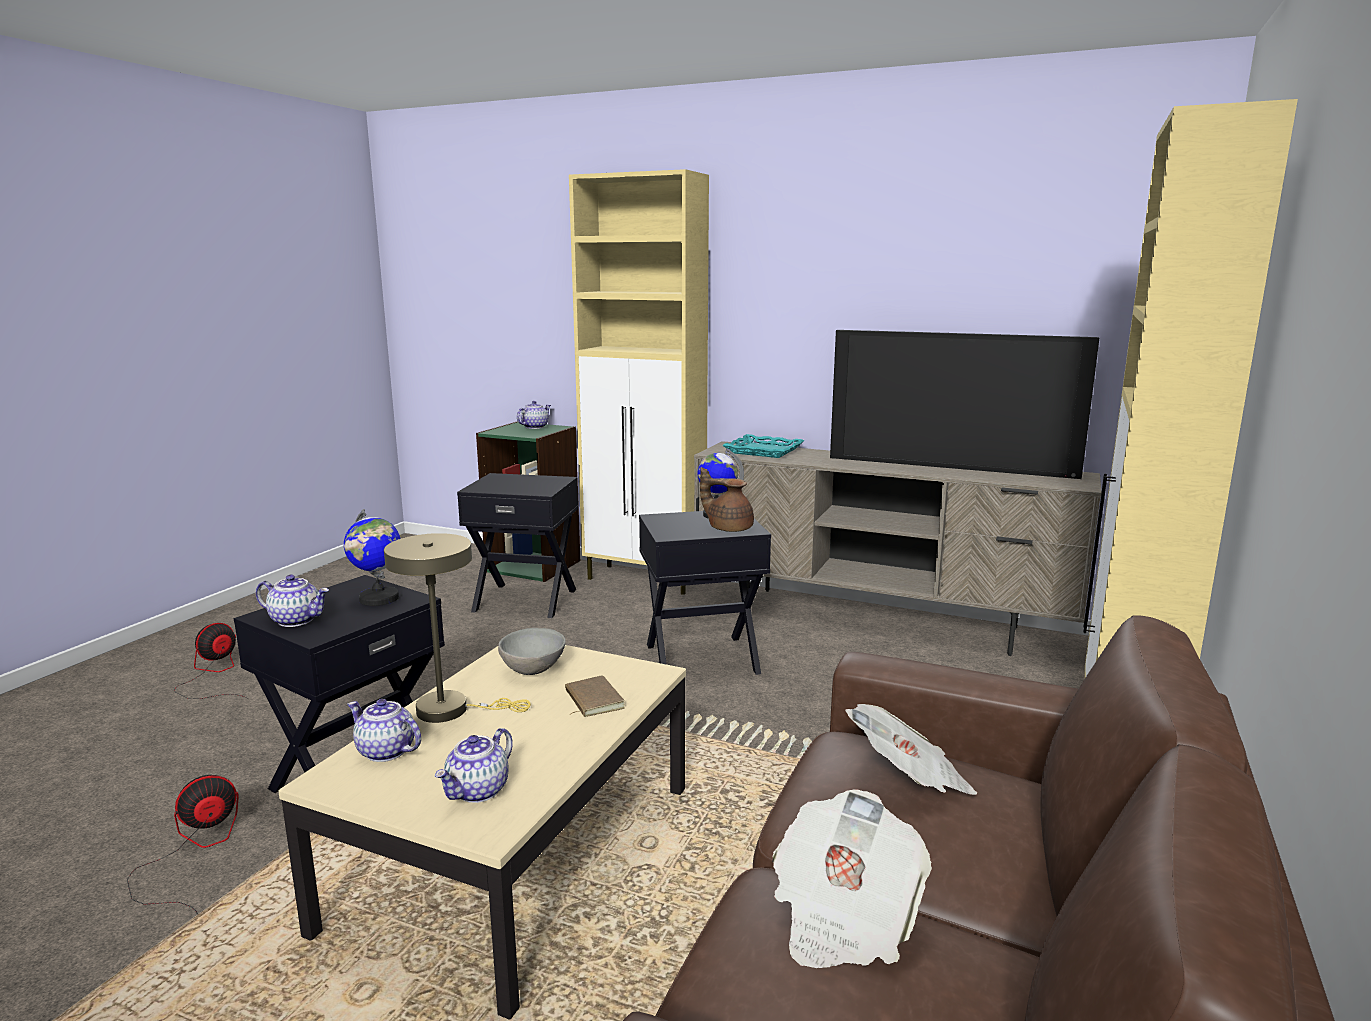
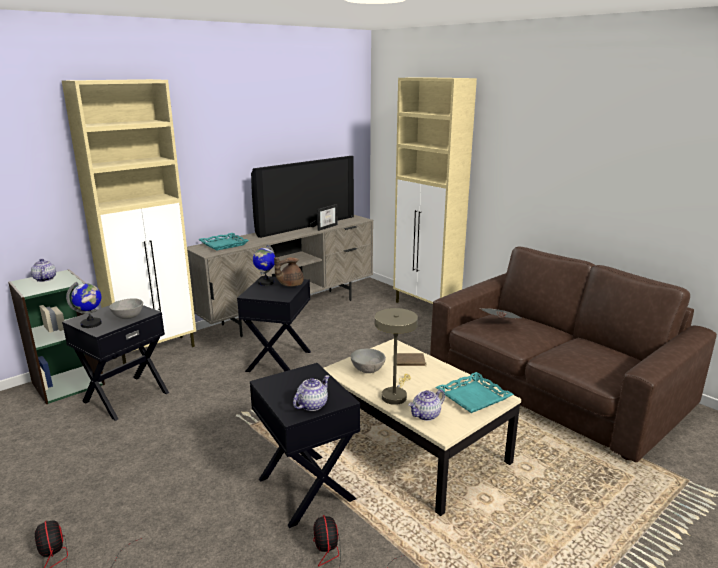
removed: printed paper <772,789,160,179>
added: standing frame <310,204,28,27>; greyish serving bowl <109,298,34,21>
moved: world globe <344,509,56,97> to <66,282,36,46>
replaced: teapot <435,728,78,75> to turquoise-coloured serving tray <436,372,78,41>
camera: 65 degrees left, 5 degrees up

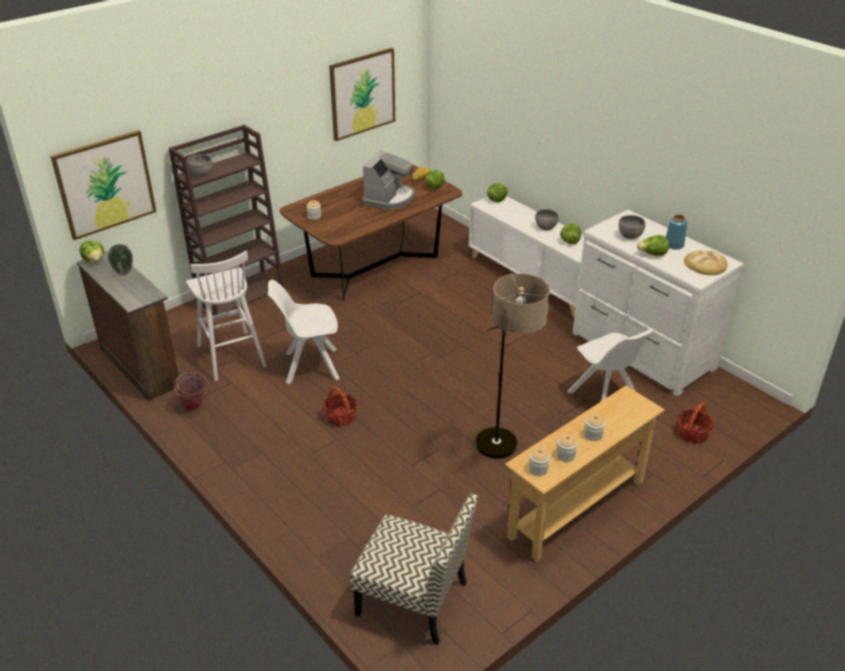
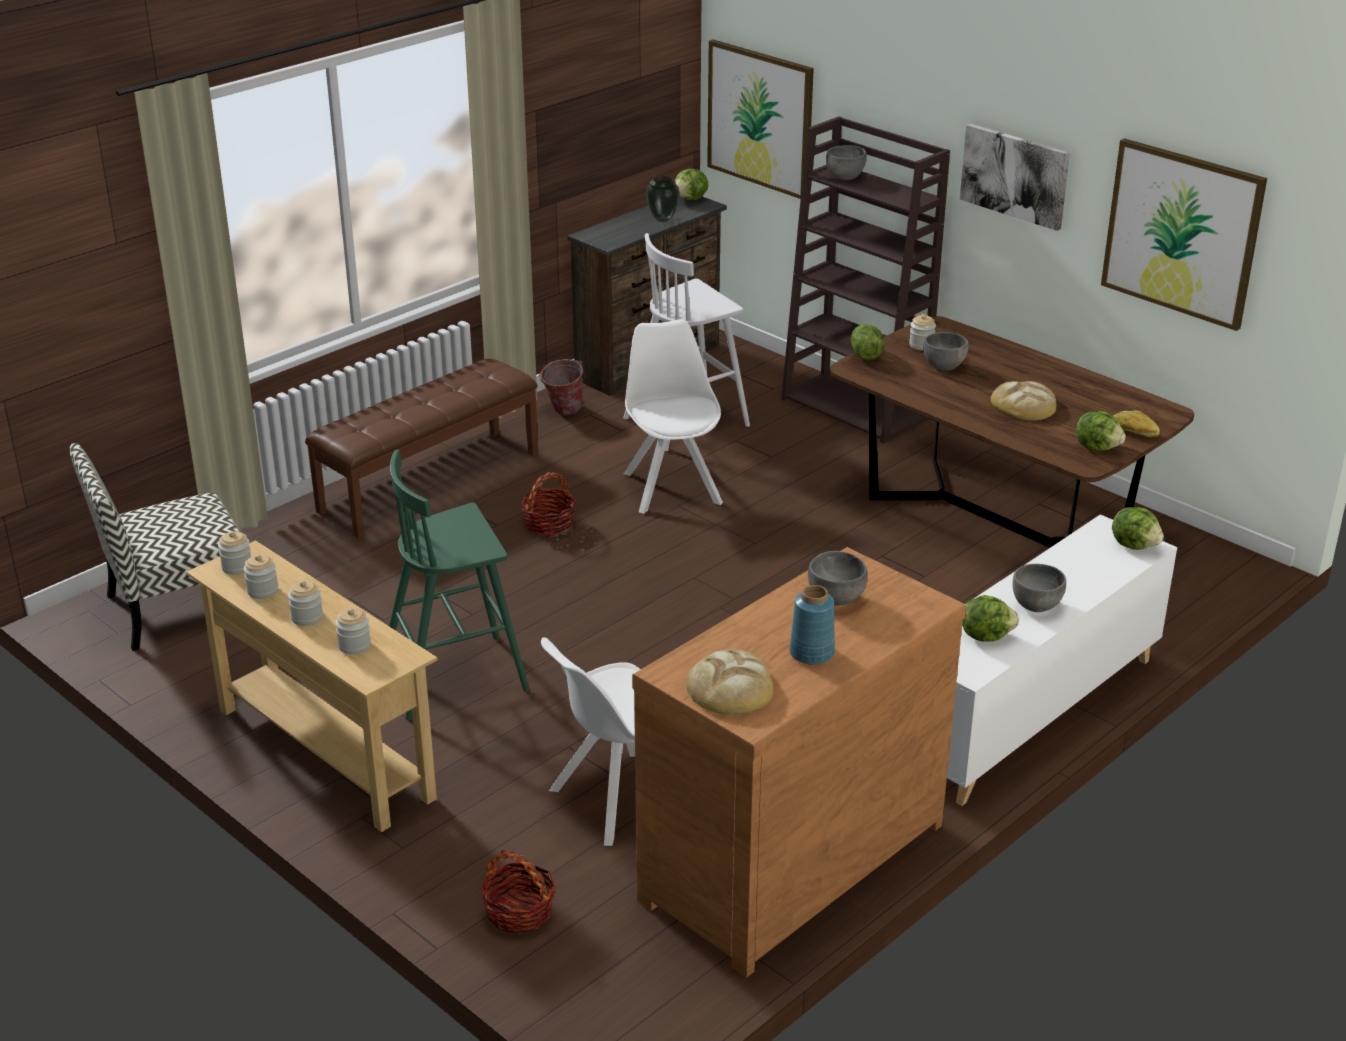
added: picture <960,124,110,107>; greyish serving bowl <923,332,46,39>; brown long seat <305,359,233,179>; storage jar <335,608,36,47>
moved: lettuce <637,235,32,21> to <851,324,34,36>
replaced: coffee brewer <362,150,53,59> to bread <991,381,65,39>; standing lamp <476,273,74,186> to greenish stool seat <389,450,140,271>
recoloured: white-coloured dresser <572,210,172,186> to brown dresser <632,547,334,431>
turned: upright chair <350,493,127,152> = <70,443,170,208> 45 degrees clockwise
camera: 85 degrees right, 5 degrees down

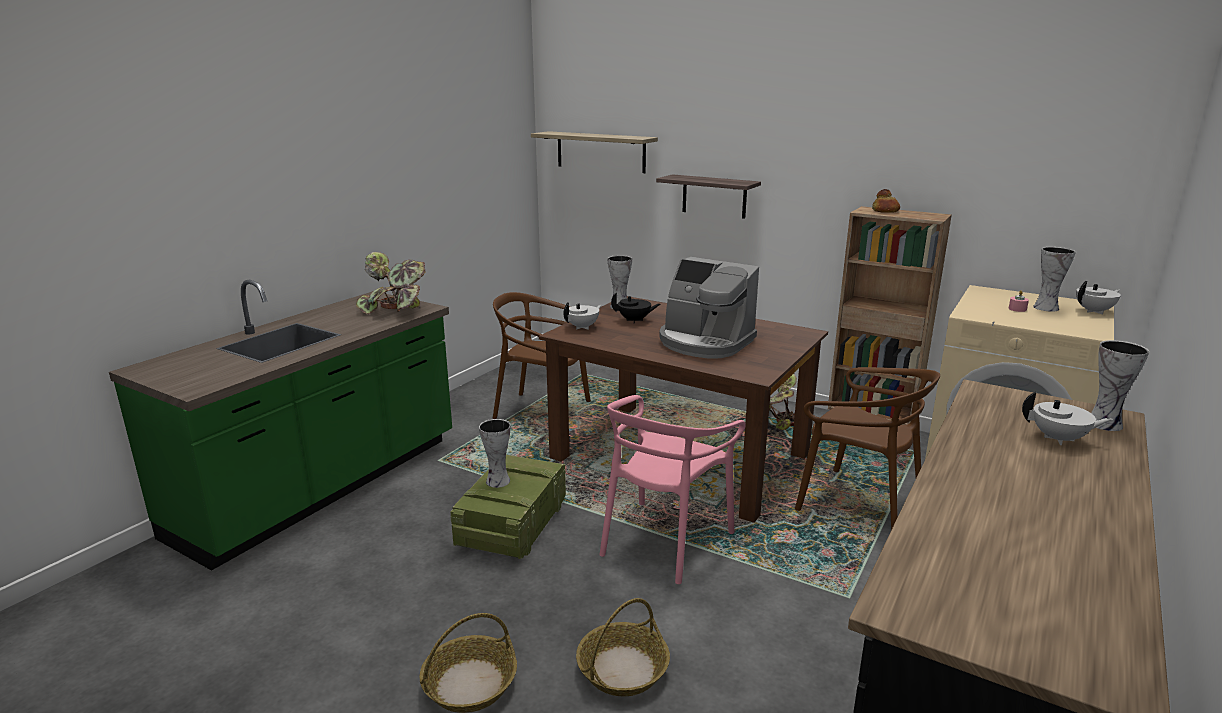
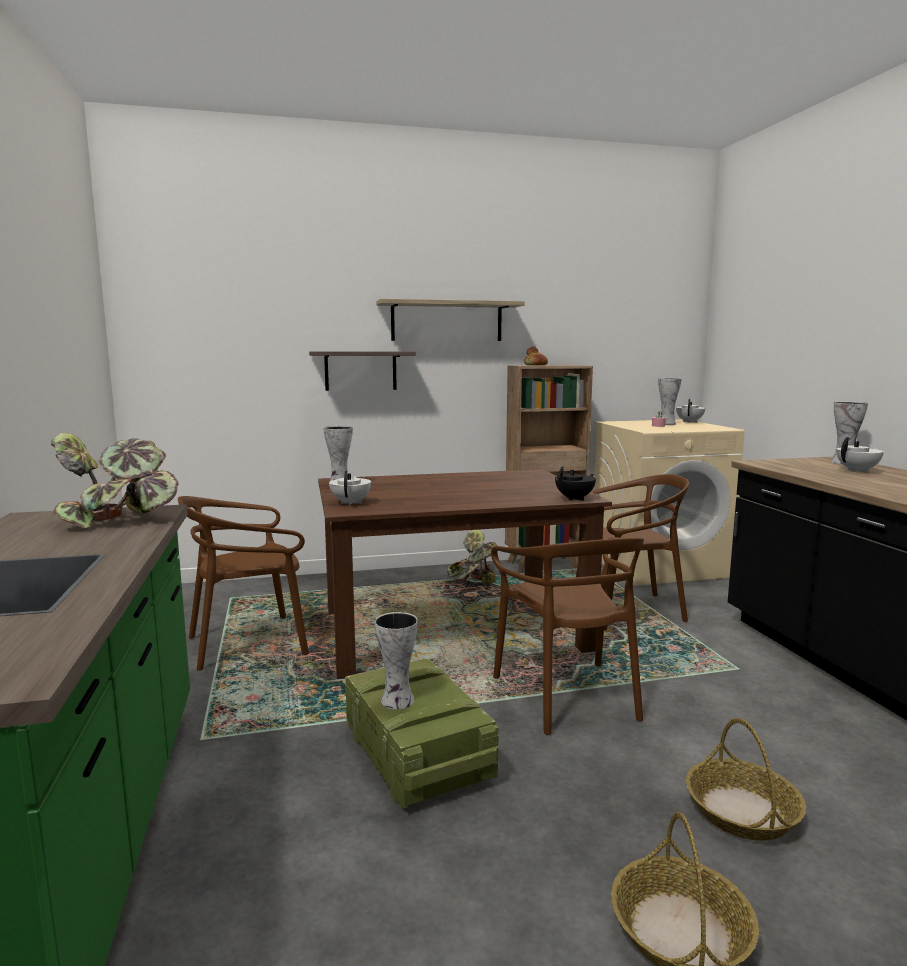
removed: coffee brewer <659,257,100,101>
moved: wall shelf <531,131,127,42> to <376,299,149,42>; black teapot <611,292,49,31> to <555,466,41,35>
recoloured: pinkish upright chair <600,395,146,189> to brown upright chair <491,537,153,198>
camera: 45 degrees left, 10 degrees down

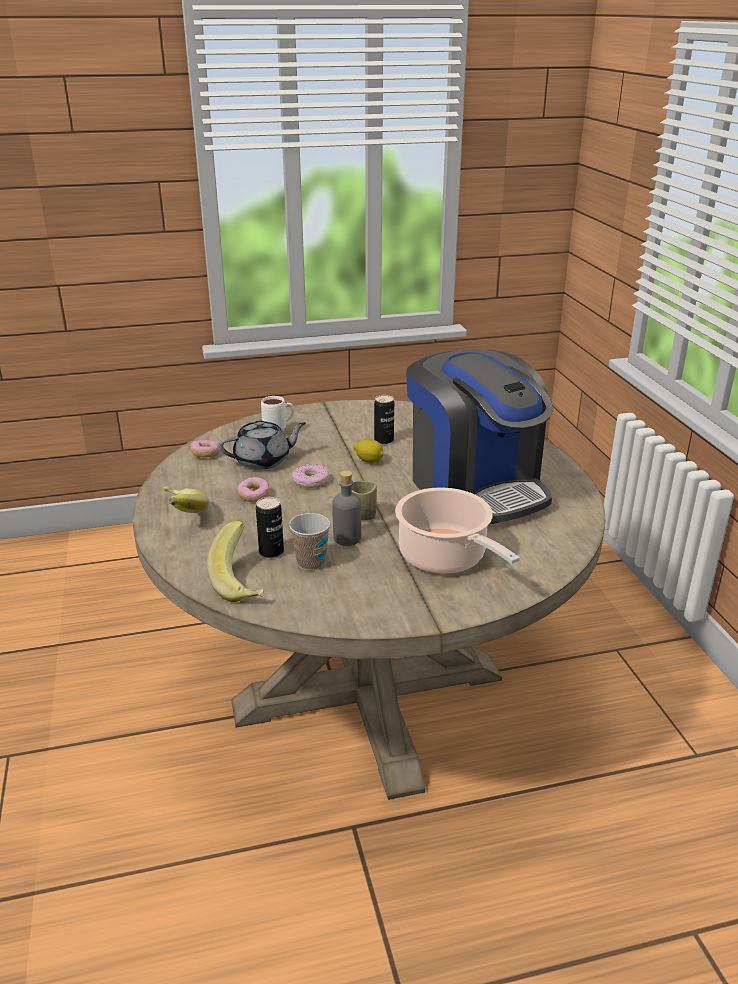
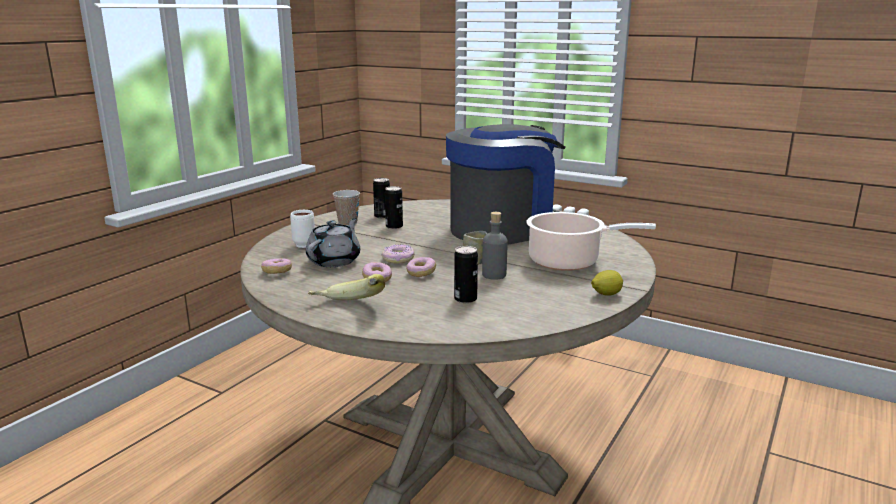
removed: banana <207,520,57,82>
added: sealed can <373,178,17,41>; doughnut <406,257,30,20>
moved: lemon <354,439,30,24> to <591,270,32,26>; drinking cup <289,513,41,57> to <333,190,27,36>
turned: coffee brewer <406,349,148,175> = <446,124,119,120> 45 degrees counterclockwise
camera: 45 degrees left, 10 degrees down

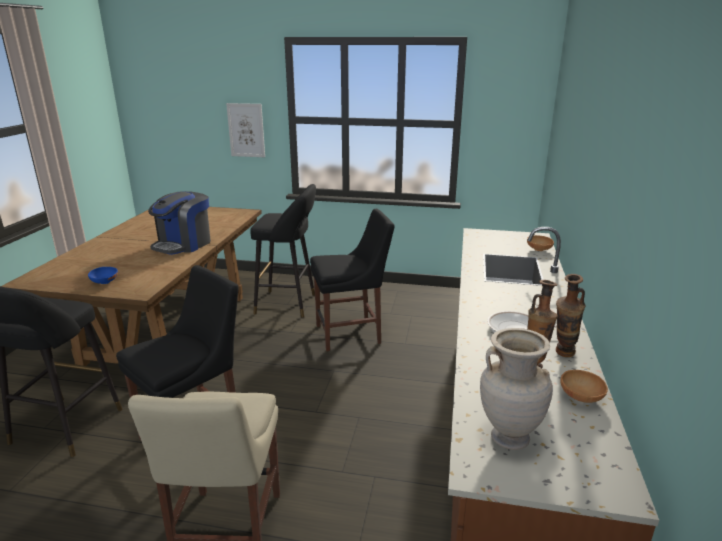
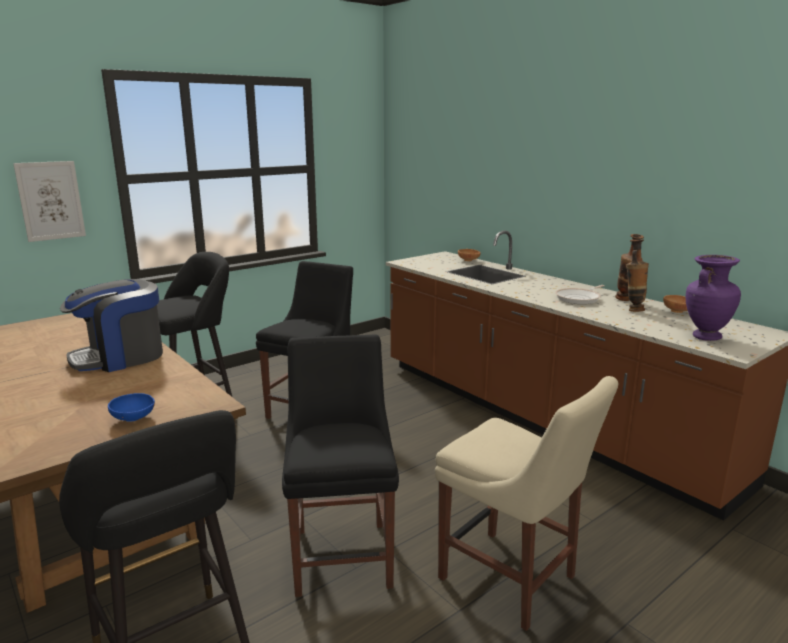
recoloured: sand-coloured decorative vase <480,328,73,122> to purplish decorative vase <686,255,55,86>
turned: coffee brewer <148,191,63,64> = <60,279,103,93> 75 degrees clockwise
camera: 50 degrees left, 5 degrees down

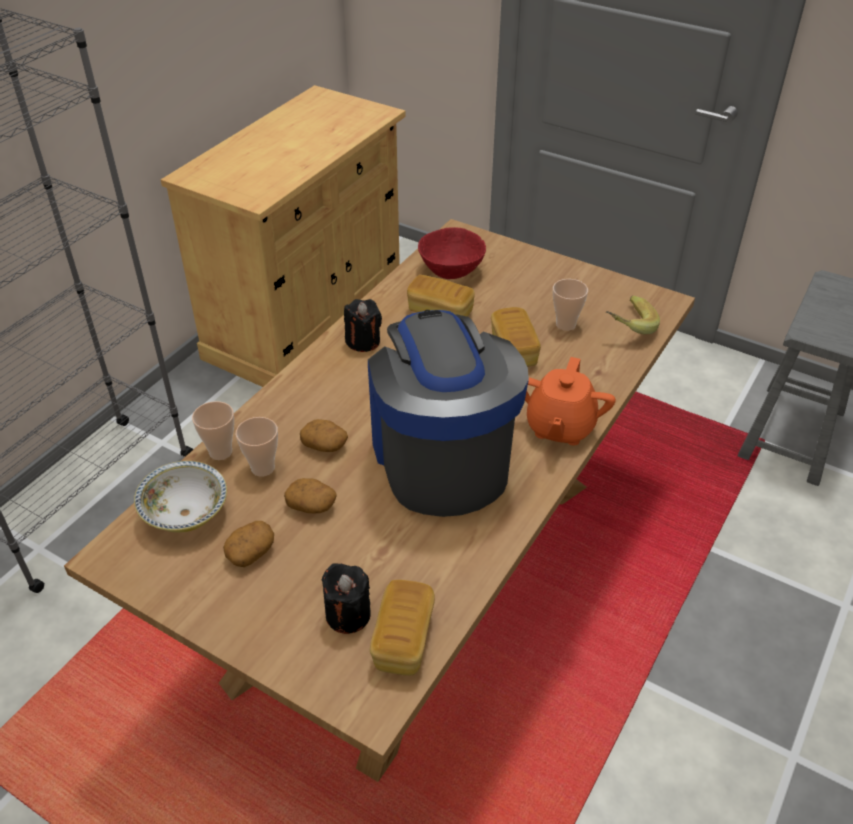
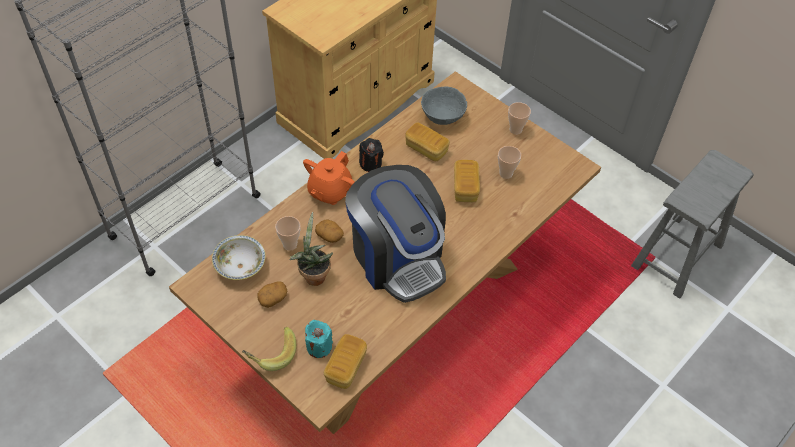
moved: banana <606,295,54,39> to <242,327,54,44>; orangey teapot <525,357,91,89> to <303,151,52,54>; drinking cup <192,401,42,59> to <508,102,23,33>
replaced: spud <284,478,52,35> to potted plant <289,212,44,74>
recoloured: reddish serving bowl <418,227,68,52> to greyish serving bowl <421,86,46,39>; black wax candle <321,563,50,71> to turquoise-coloured wax candle <305,320,28,38>
turned: coffee brewer <368,310,161,207> = <345,165,101,138> 150 degrees clockwise
camera: 10 degrees right, 10 degrees up

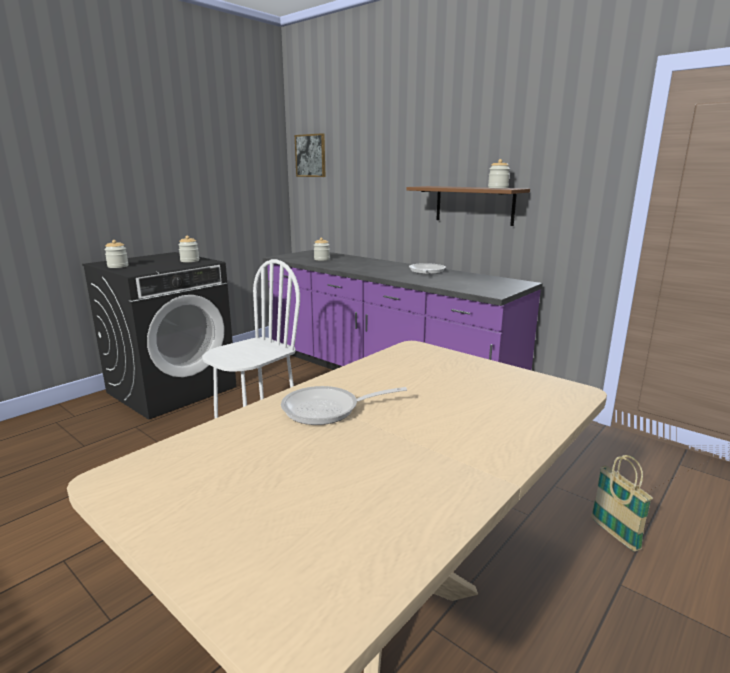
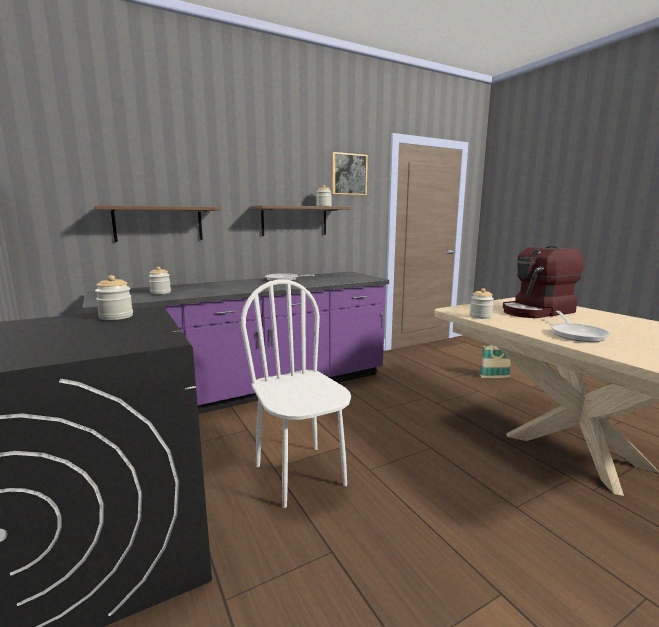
added: brown wall shelf <95,205,126,37>; coffee brewer <503,246,81,72>
moved: picture <295,133,31,44> to <333,152,35,43>; storage jar <104,240,24,28> to <470,288,24,31>
camera: 70 degrees left, 5 degrees down

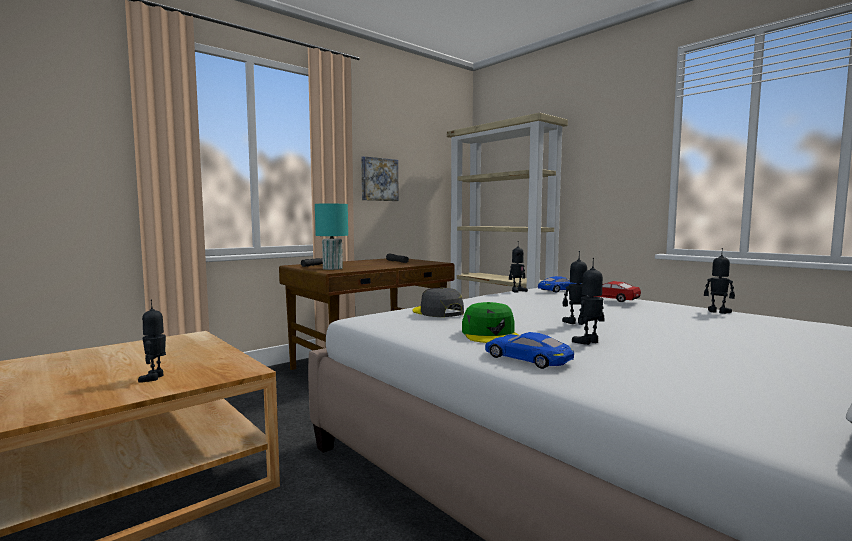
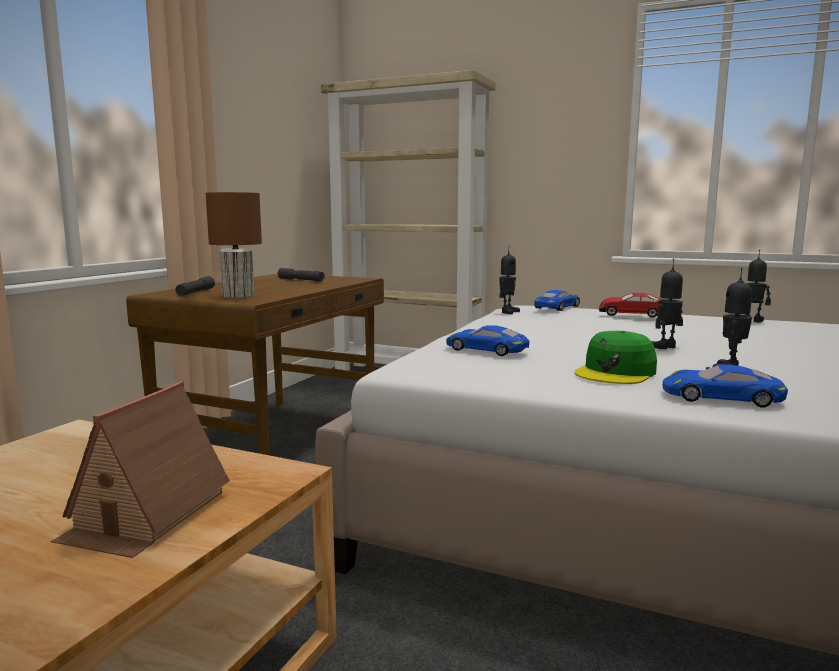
removed: picture <361,156,37,45>
replaced: greyish cap <412,287,52,30> to blue toy car <446,325,84,31>; toy robot <138,299,28,84> to model house <51,381,179,177>
recoloured: turquoise-coloured table lamp <315,204,33,66> to brown table lamp <206,192,56,107>
turned: greenish cap <462,302,56,41> = <574,331,83,53> 75 degrees clockwise
camera: 25 degrees left, 5 degrees up

